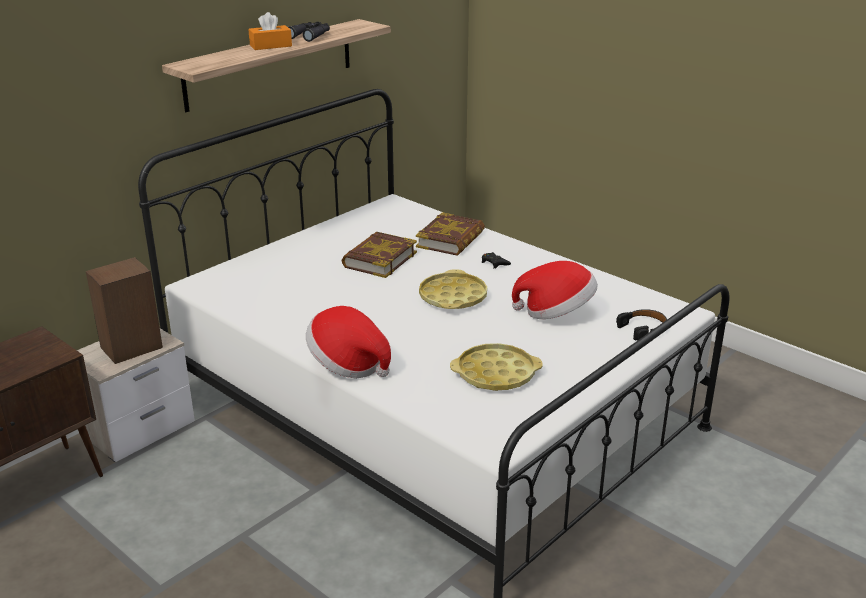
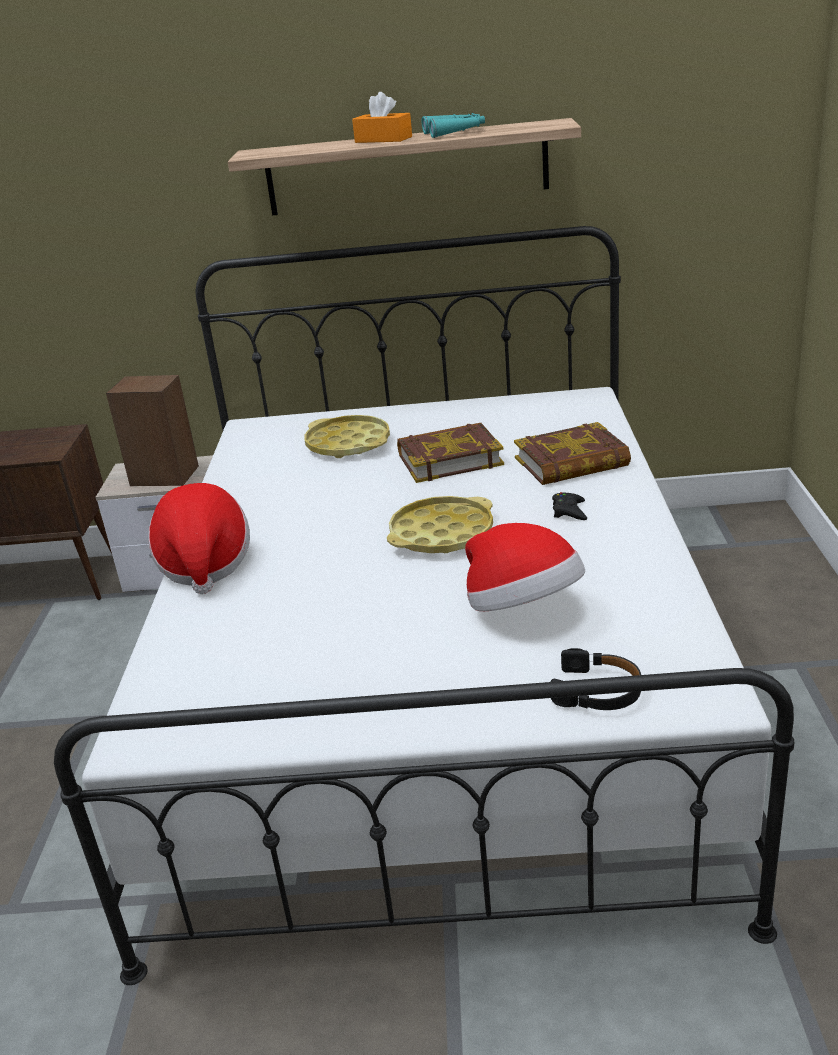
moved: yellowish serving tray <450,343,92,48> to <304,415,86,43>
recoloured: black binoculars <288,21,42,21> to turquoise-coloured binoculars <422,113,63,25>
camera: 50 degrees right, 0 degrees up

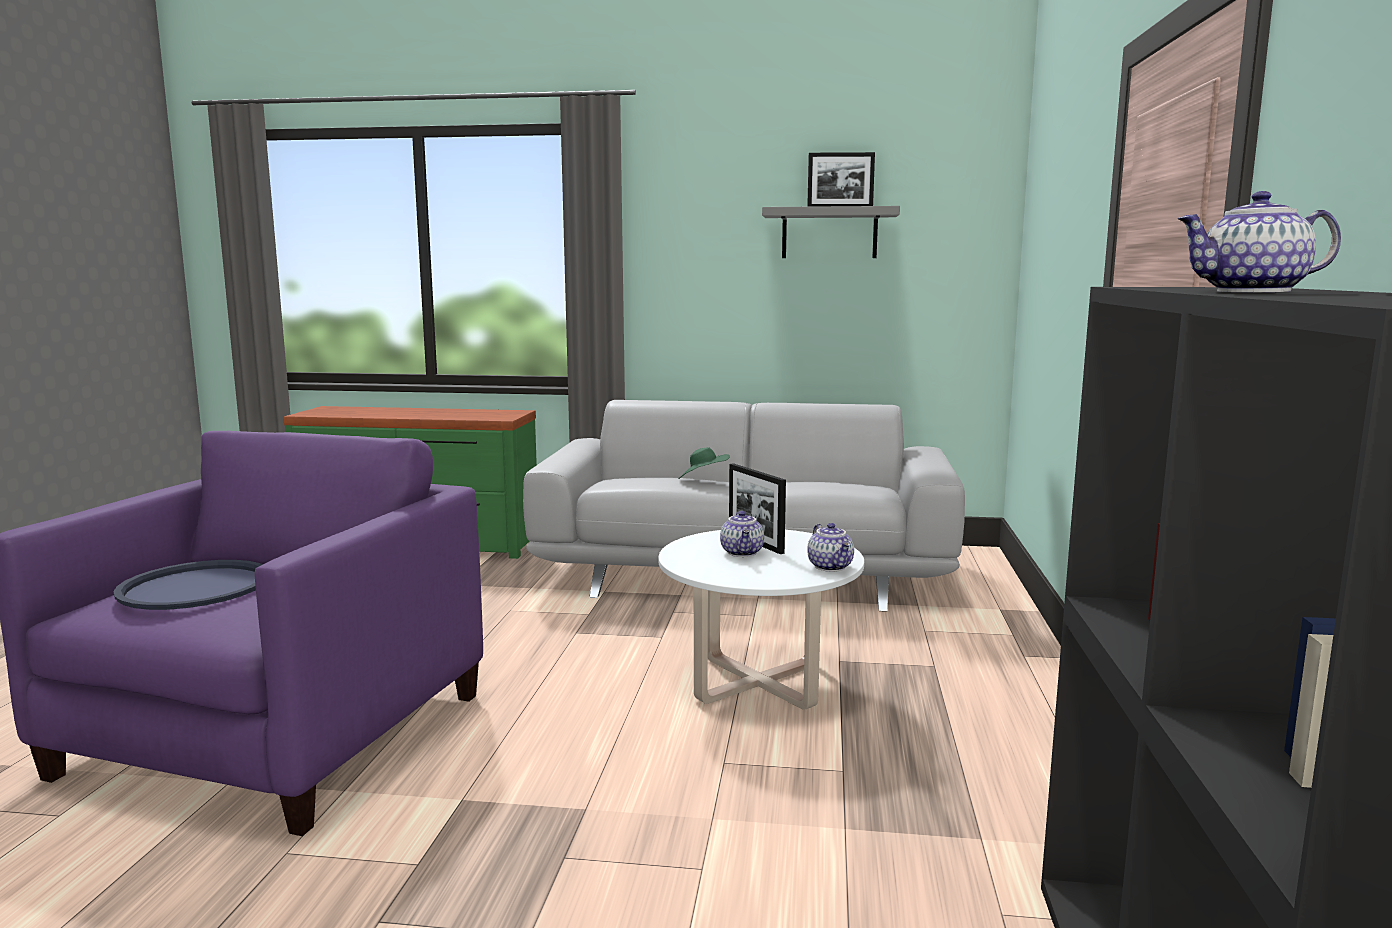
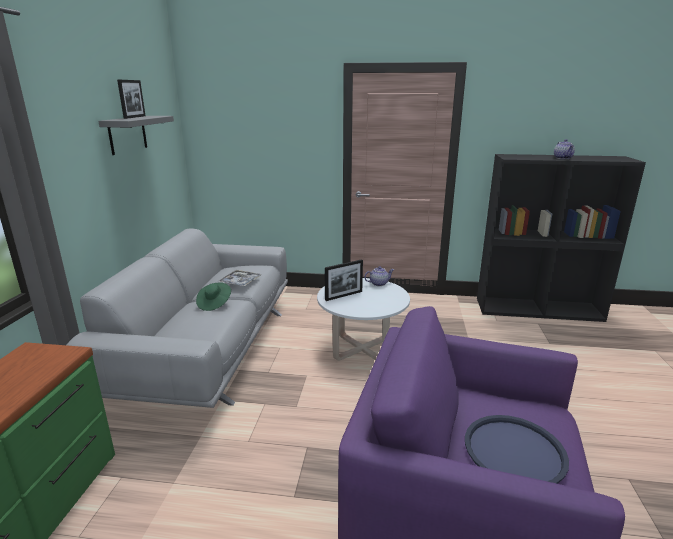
removed: teapot <720,511,44,46>
added: serving tray <218,270,43,16>
camera: 90 degrees left, 10 degrees up

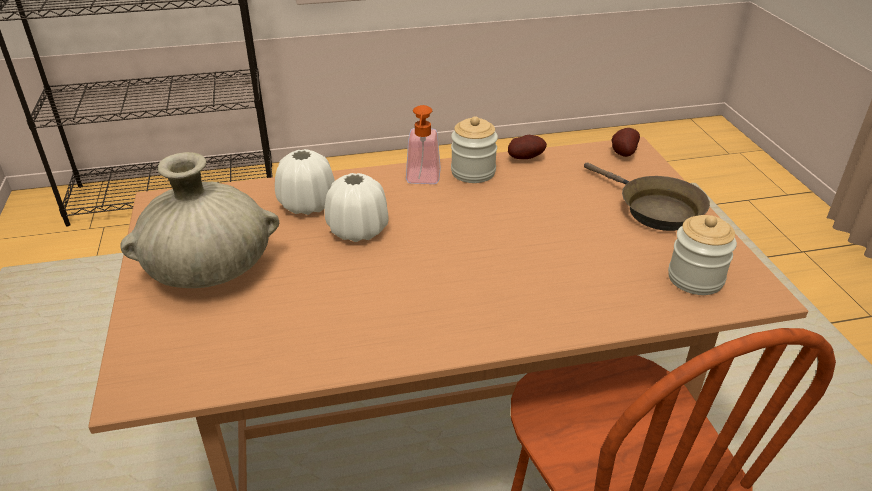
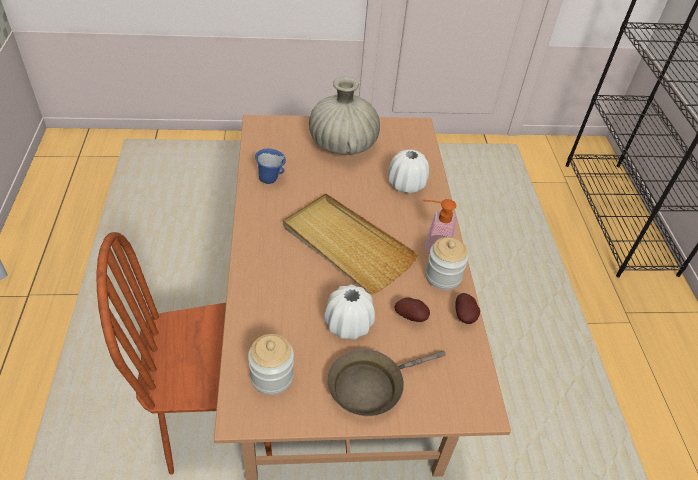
added: blue coffee mug <255,149,31,35>; sand-coloured serving tray <283,193,136,101>
moved: spud <612,128,28,29> to <394,297,36,25>; white-coloured decorative vase <324,173,64,69> to <324,284,51,55>
camera: 95 degrees right, 10 degrees up

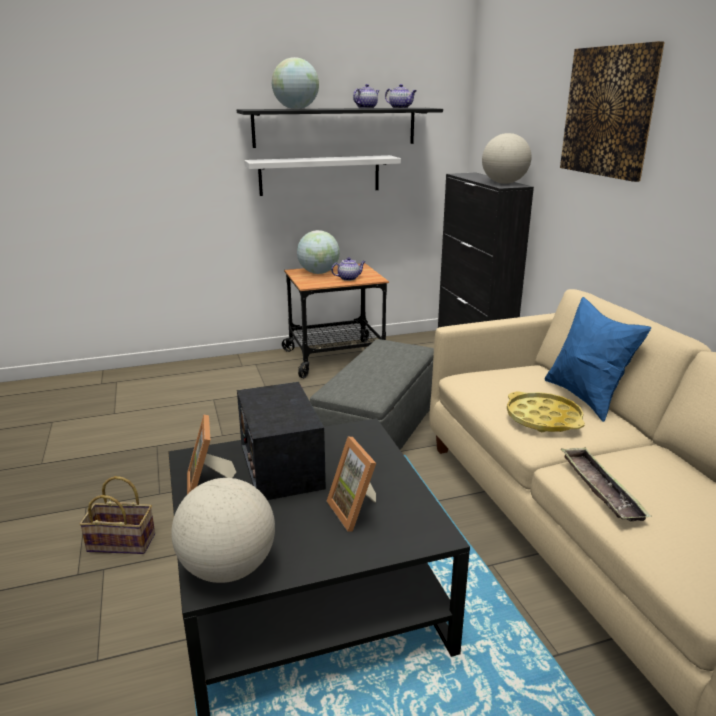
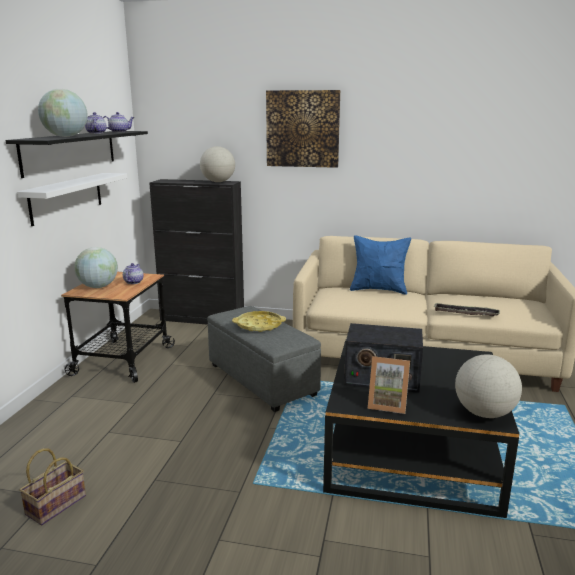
removed: standing frame <327,436,49,96>
moved: yellowish serving tray <507,392,78,40> to <232,311,54,21>; storage basket <79,476,76,78> to <19,448,67,77>
camera: 60 degrees left, 5 degrees down

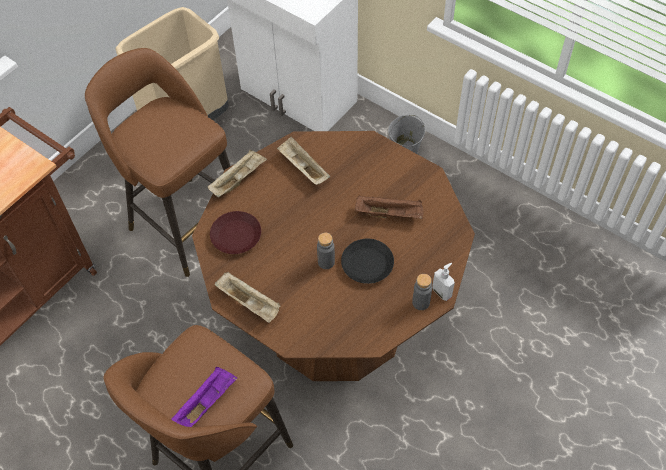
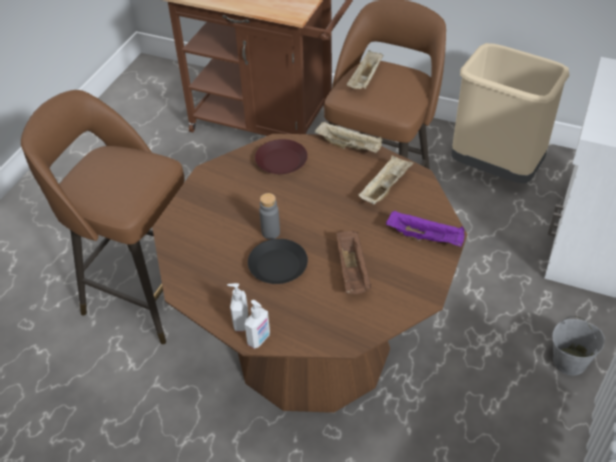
moved: sand-coloured serving tray <215,272,66,51> to <347,50,36,39>; purplish serving tray <171,367,66,60> to <386,210,79,37>
replaced: greyish beverage bottle <412,274,20,36> to liquid soap bottle <227,283,22,48>
camera: 75 degrees right, 10 degrees down

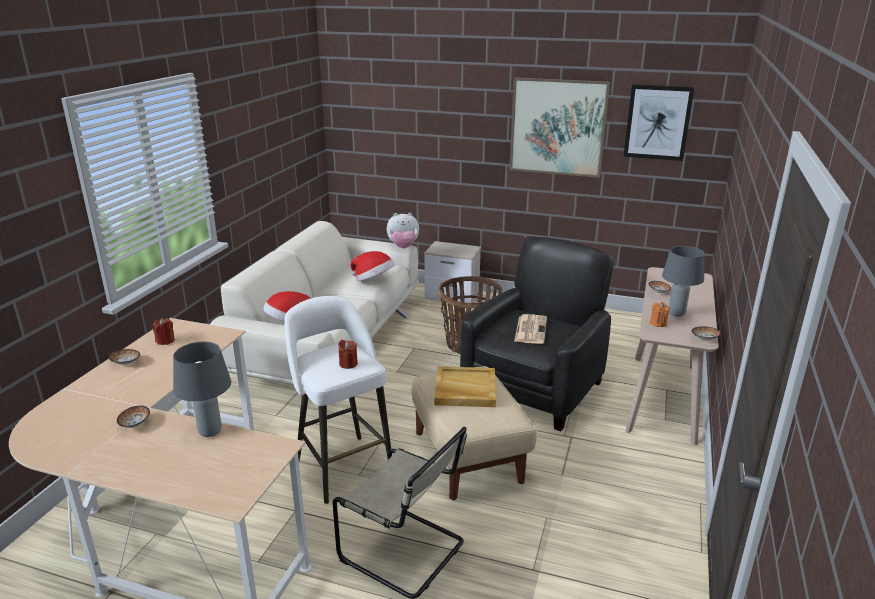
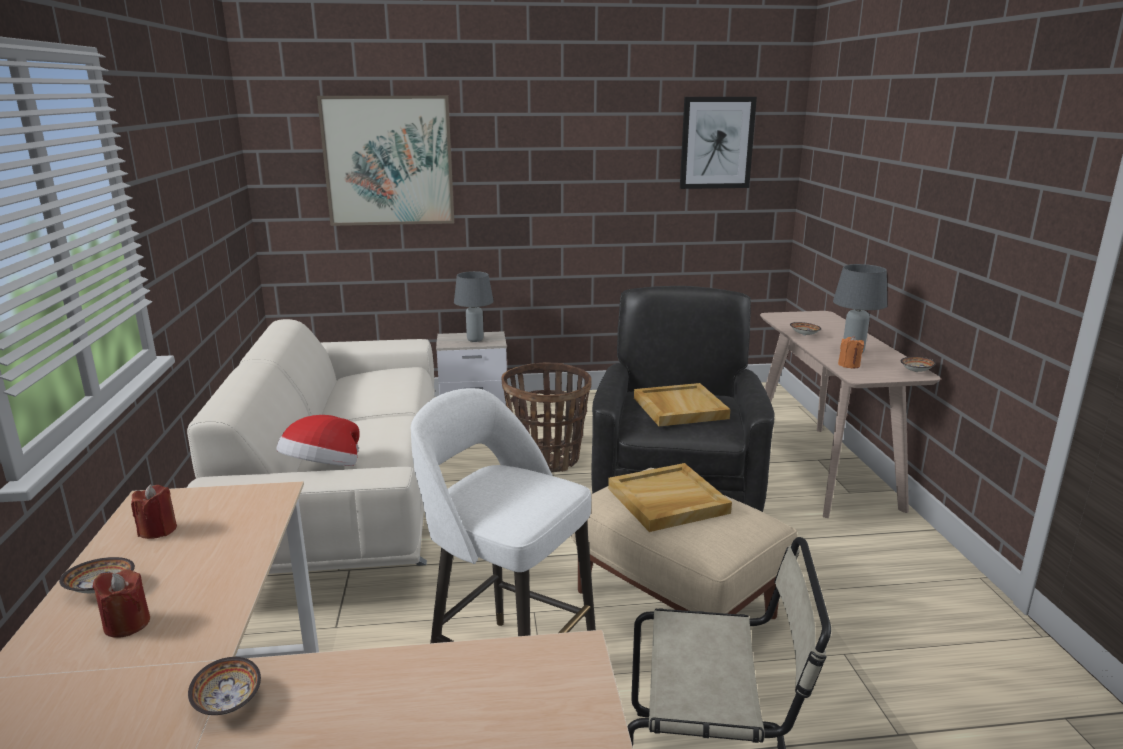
removed: plush toy <387,213,32,35>; wearable hat <351,251,44,30>
moved: picture <509,77,101,101> to <317,96,137,130>; reddish wax candle <338,340,20,29> to <92,569,58,69>; greyish table lamp <173,342,58,95> to <454,271,40,71>
replaced: printed paper <514,314,33,30> to sand-coloured serving tray <634,383,96,43>
camera: 25 degrees left, 5 degrees down

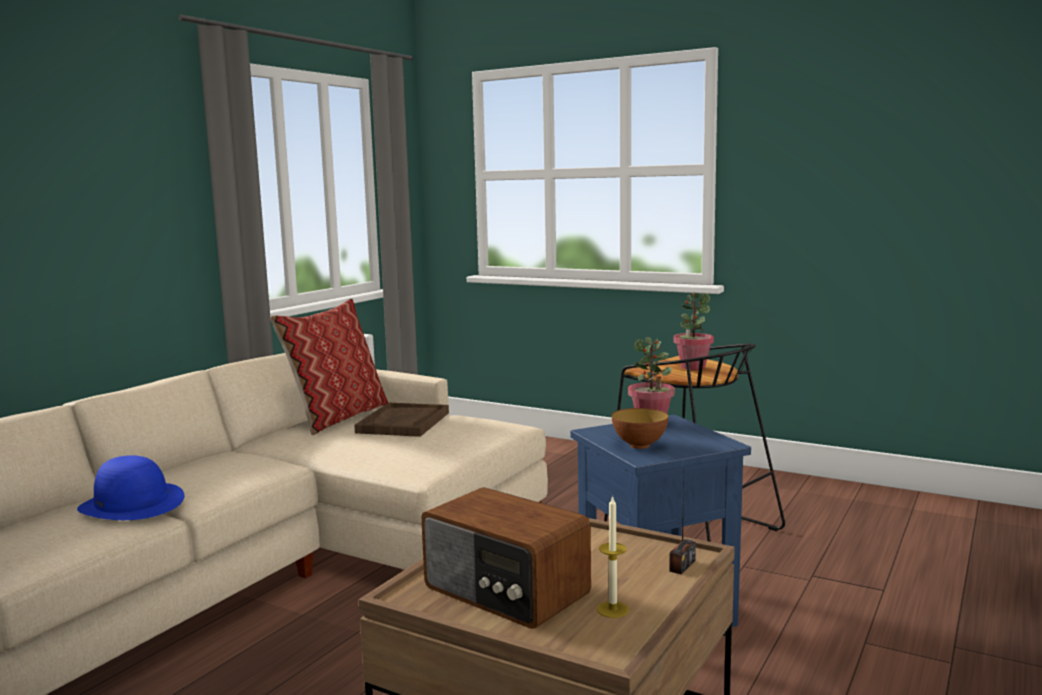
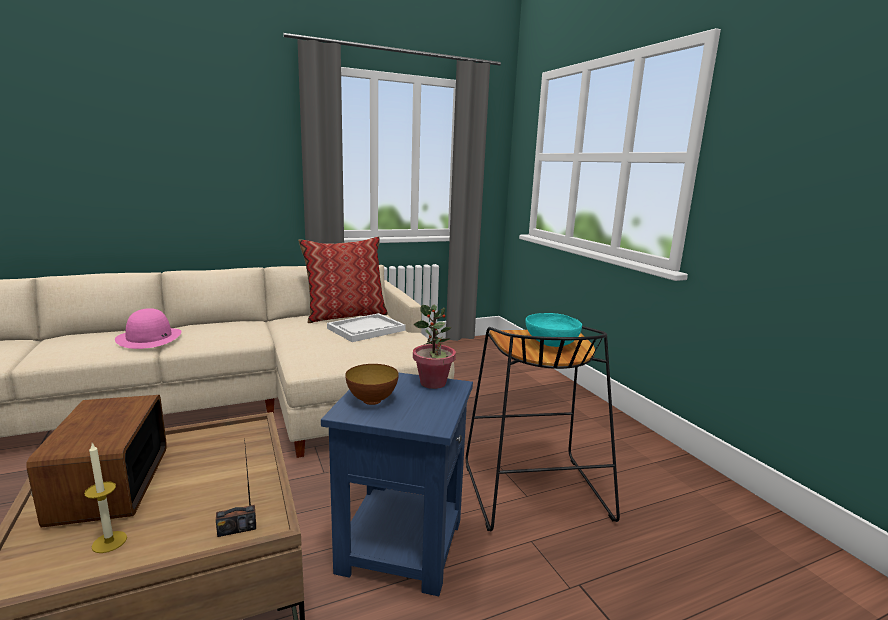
replaced: potted plant <674,292,40,78> to turquoise-coloured serving bowl <525,313,57,34>
recoloured: brown serving tray <354,403,95,34> to white-coloured serving tray <327,313,78,29>; blue wearable hat <77,455,108,65> to pinkish wearable hat <115,308,67,41>
camera: 35 degrees right, 5 degrees up

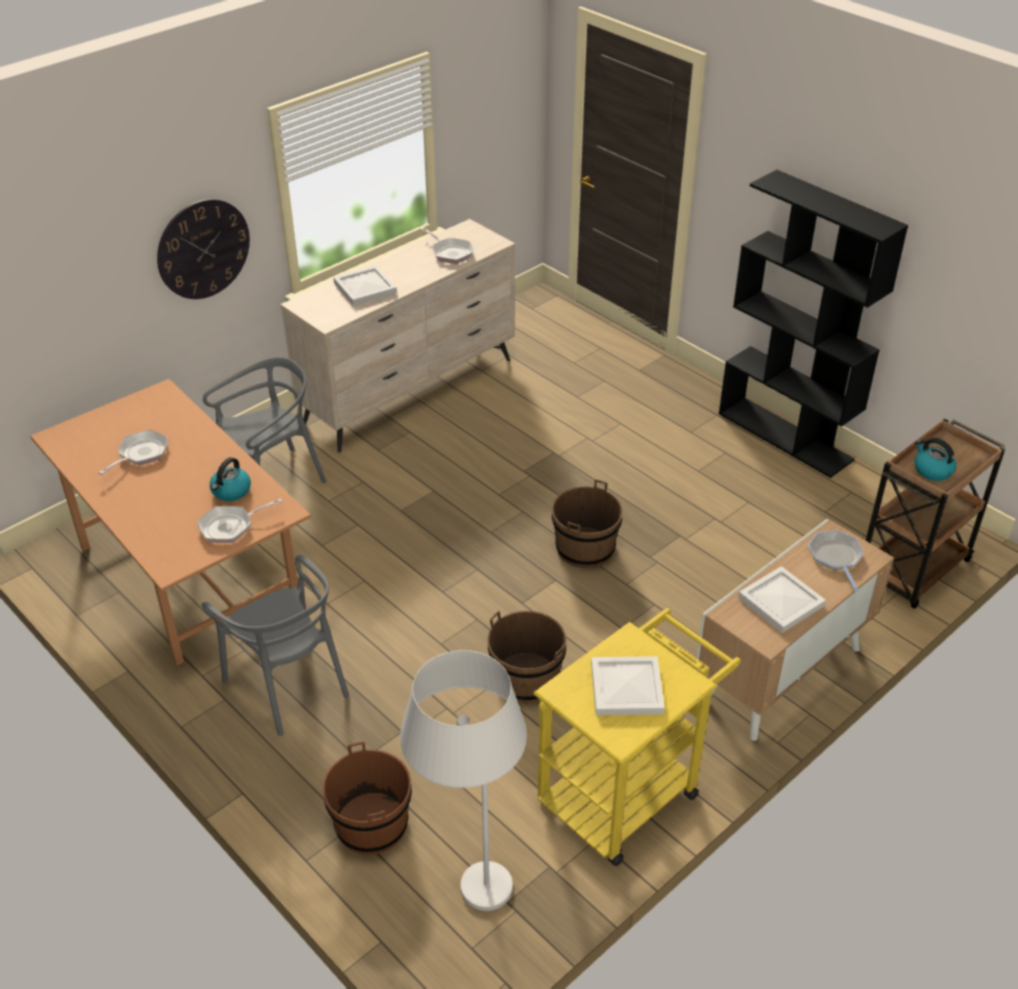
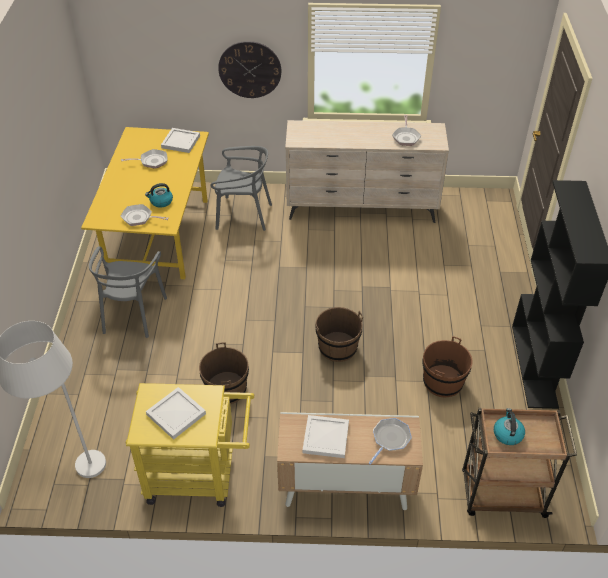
moved: white-coloured serving tray <333,265,64,41> to <161,128,39,25>; brown bucket <322,741,90,113> to <422,336,51,61>
recoloured: brown dinner table <30,379,281,287> to yellowish dinner table <81,127,128,152>
camera: 45 degrees right, 5 degrees up

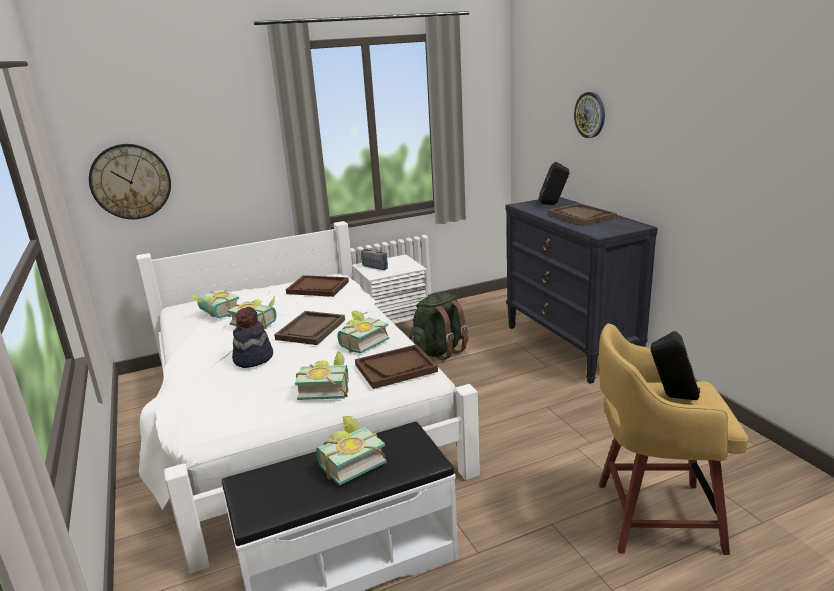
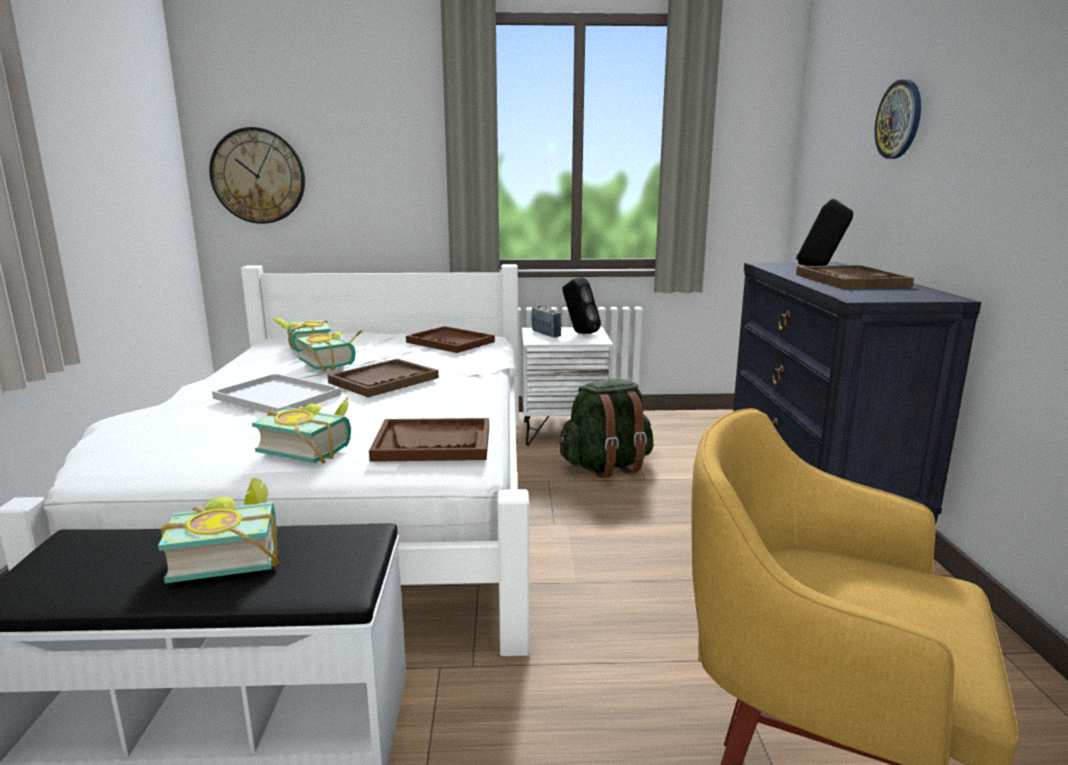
removed: bound book <338,311,51,43>
moved: black loudspeaker <651,331,49,69> to <562,277,39,57>
replaced: wearable hat <232,307,41,61> to white-coloured serving tray <212,373,129,40>
camera: 20 degrees right, 5 degrees down

